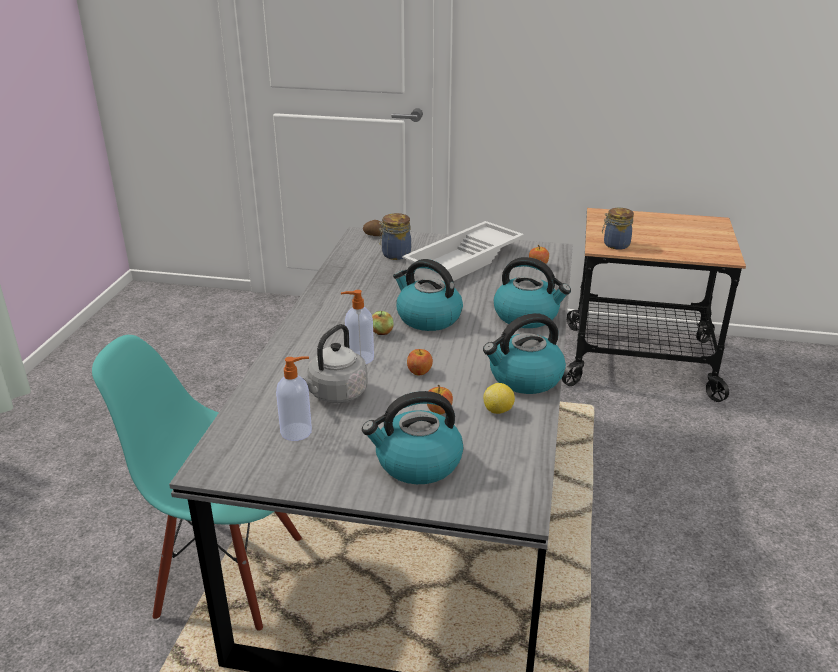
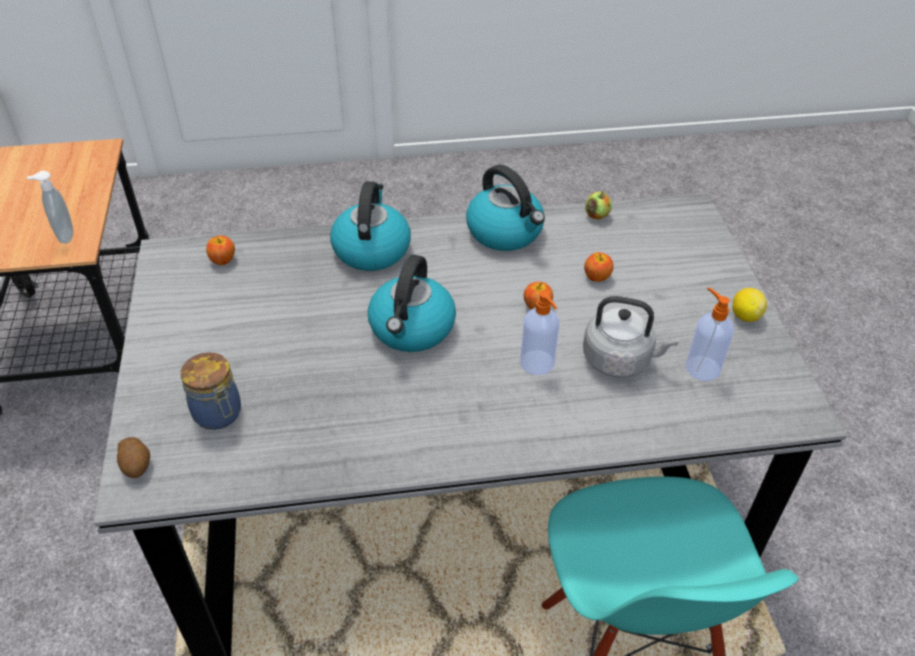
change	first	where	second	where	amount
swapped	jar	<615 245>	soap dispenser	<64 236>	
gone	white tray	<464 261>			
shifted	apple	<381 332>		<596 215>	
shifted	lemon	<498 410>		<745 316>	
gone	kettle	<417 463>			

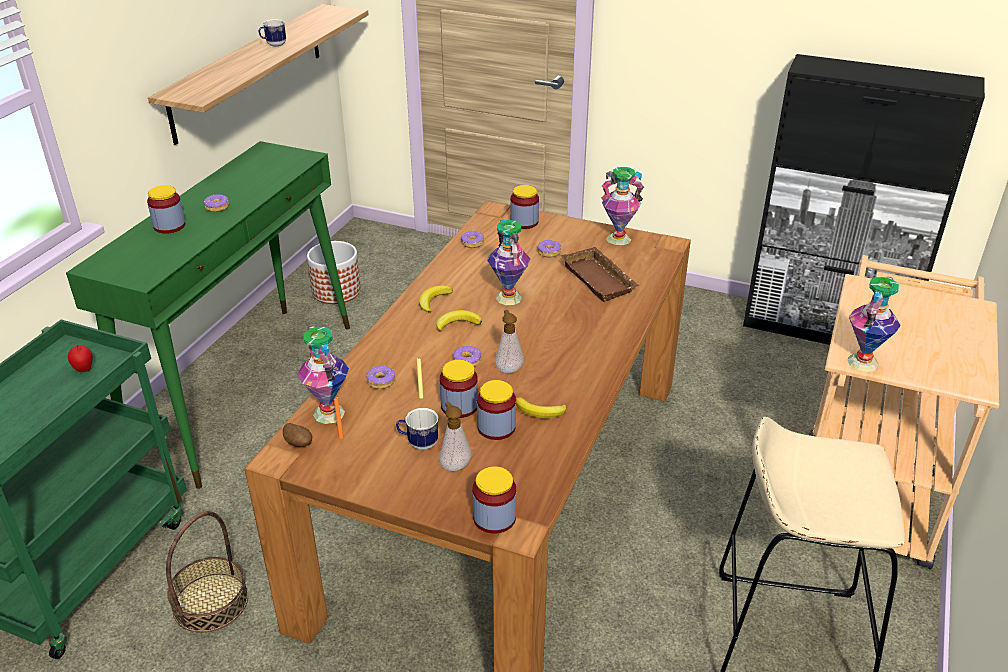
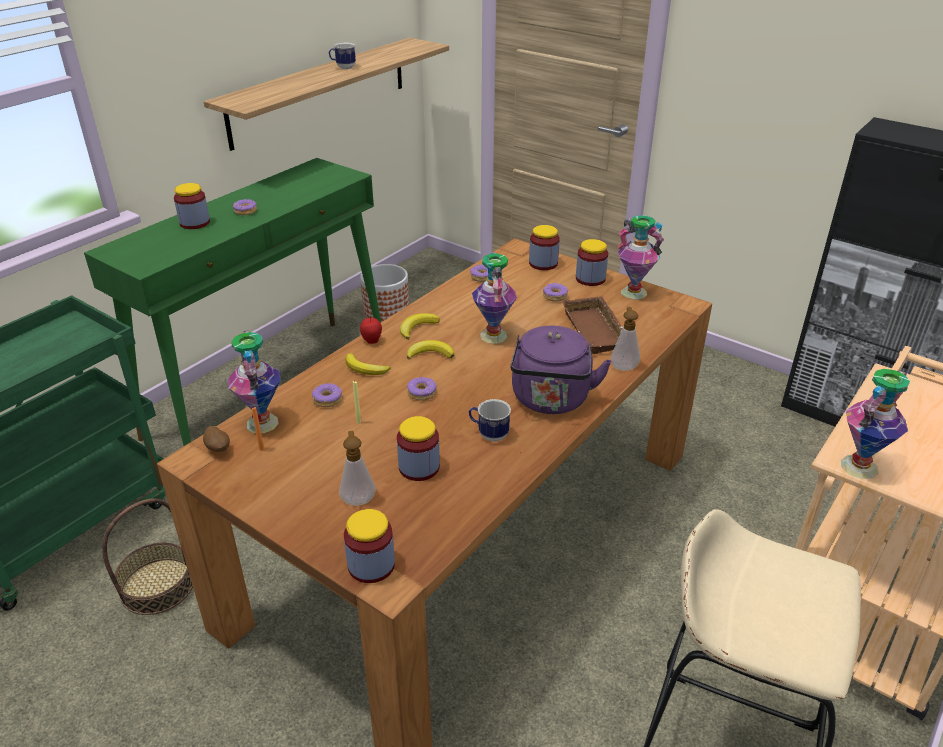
change	first	where	second	where	amount
shifted	soap dispenser	<508 368>		<623 366>	
shifted	apple	<84 369>		<372 341>	
shifted	jar	<459 406>		<590 279>	
shifted	banana	<540 411>		<365 369>	
shifted	mug	<418 443>		<489 434>	
new			purple kettle	<551 400>	

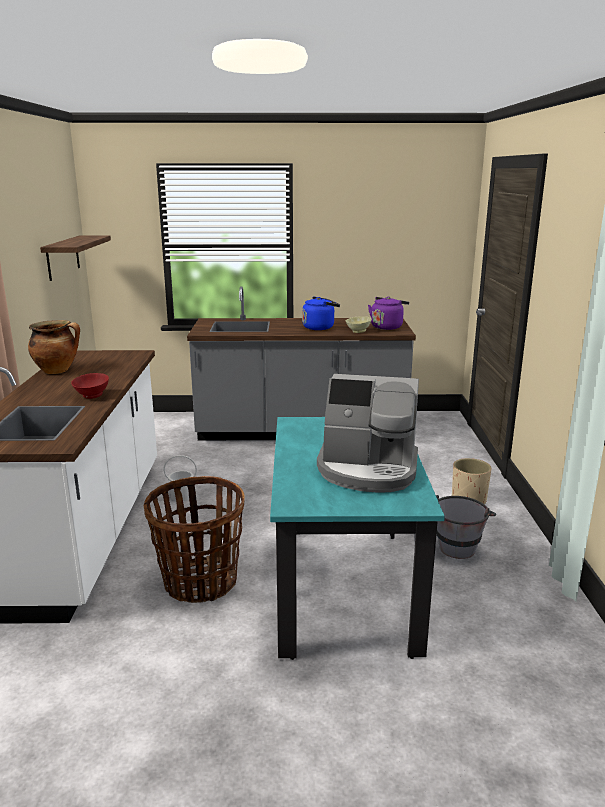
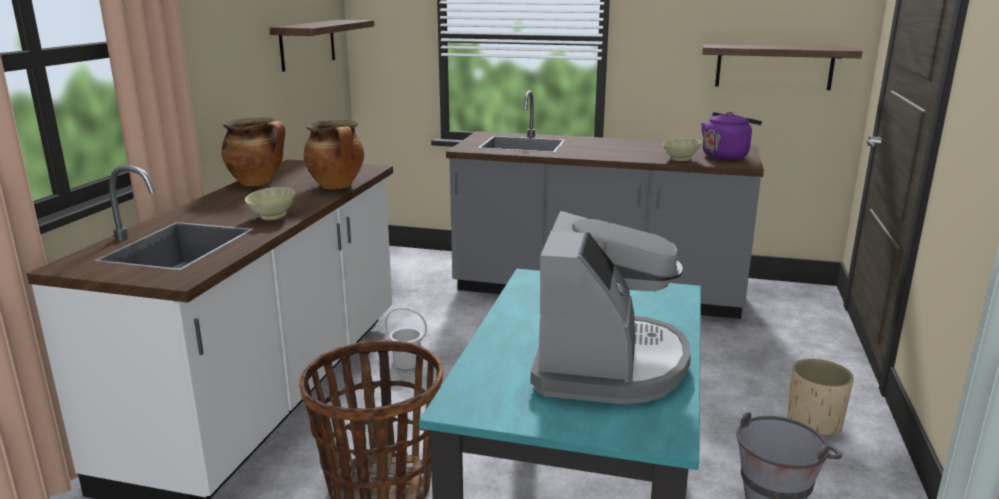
change	first	where	second	where	amount
gone	blue kettle	<320 327>			
repainted	red bowl	<91 396>	beige bowl	<271 217>	
rotated	coffee machine	<368 470>		<608 364>	105 degrees counterclockwise
new			shelf	<774 67>	
new			cooking pot	<337 186>	

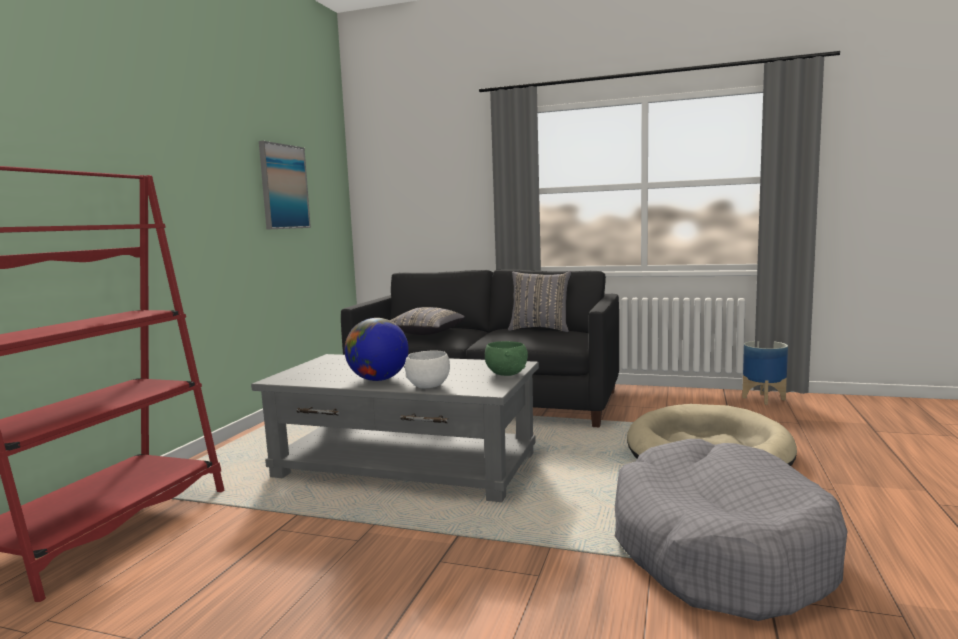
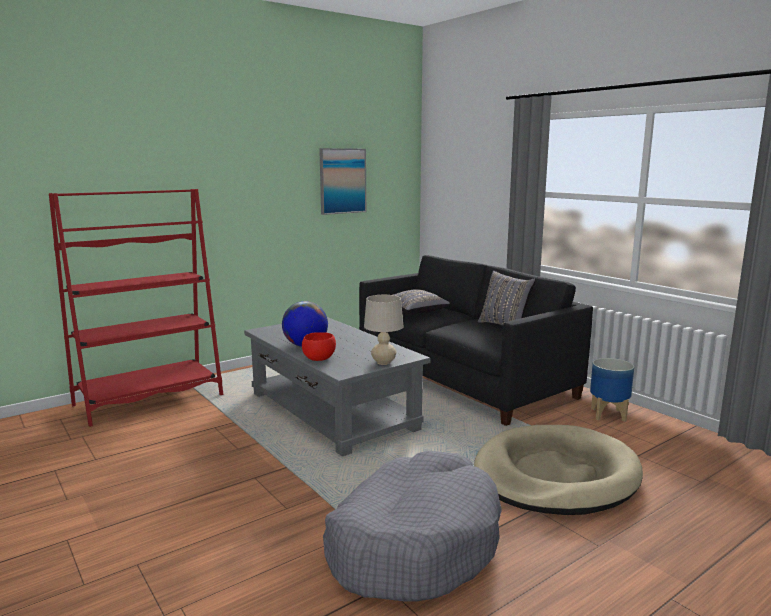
change	first	where	second	where	amount
swapped	green bowl	<506 374>	beige table lamp	<383 362>	
shifted	planter	<764 398>		<609 415>	
repainted	white bowl	<428 386>	red bowl	<319 359>	

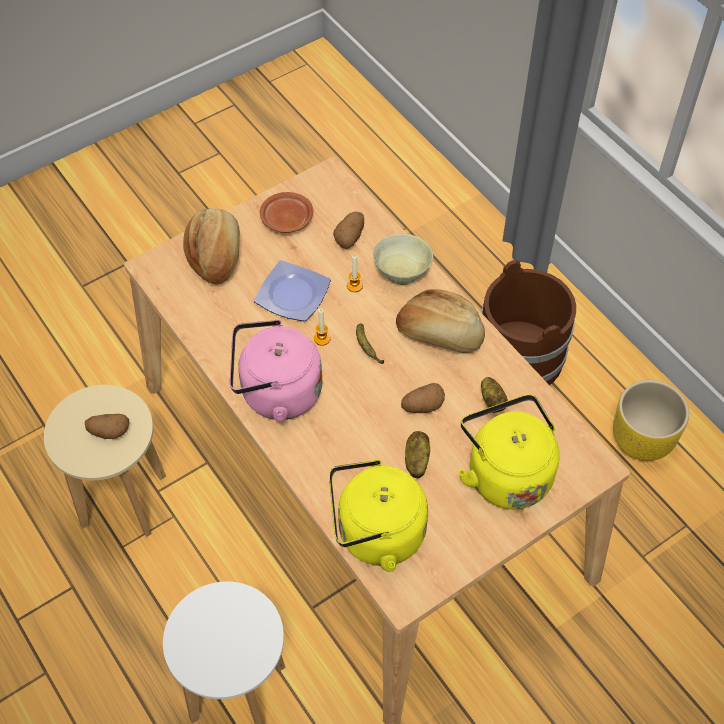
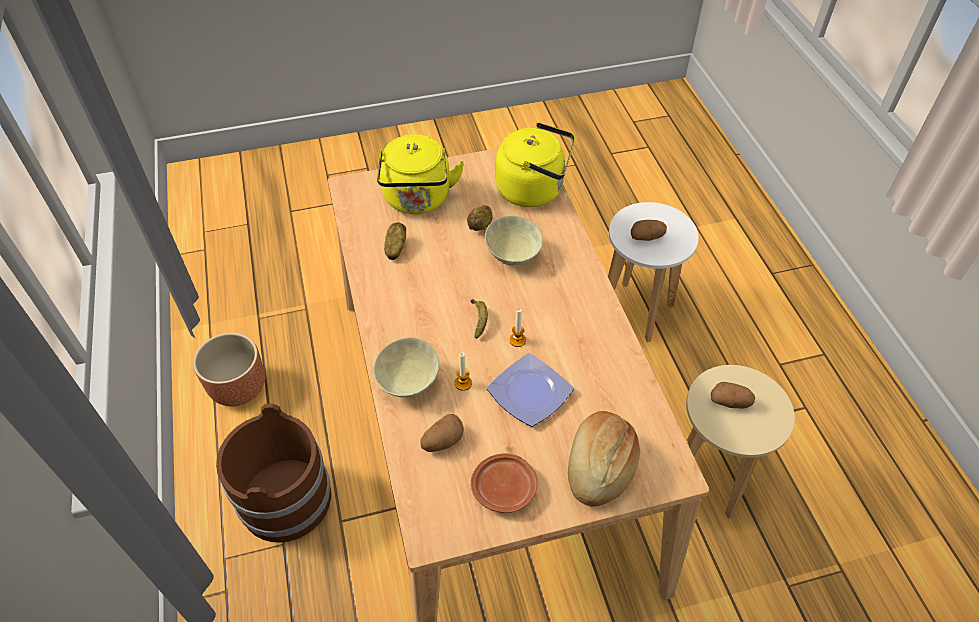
change	first	where	second	where	amount
gone	bread	<440 334>			
gone	pink kettle	<276 393>			
repainted	yellow planter	<642 440>	brown planter	<239 387>	
shifted	potato	<422 406>		<647 237>	
new			beige bowl	<512 257>	

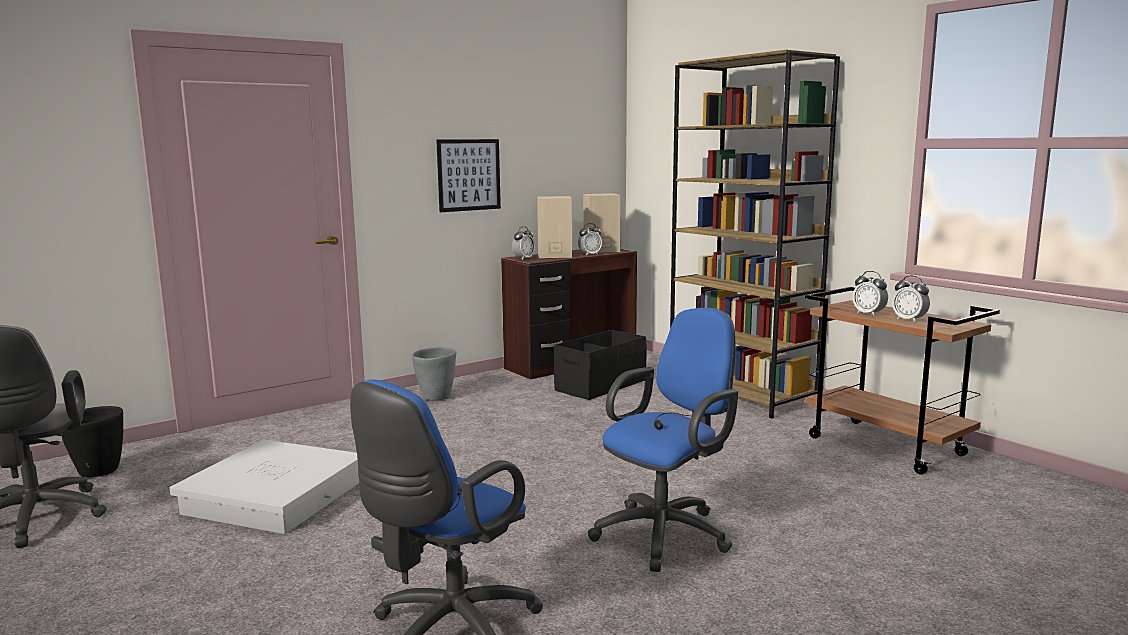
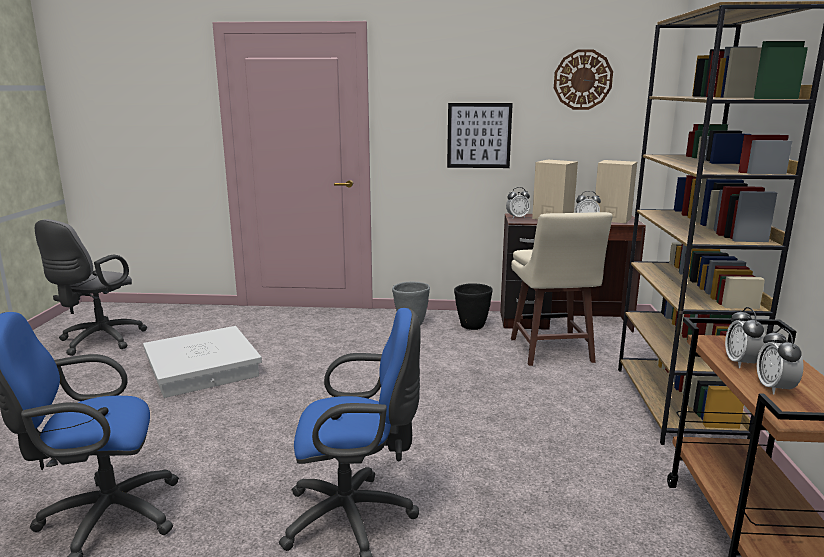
change	first	where	second	where	amount
swapped	black storage box	<600 385>	beige stool	<551 351>	
shifted	black planter	<98 472>		<471 326>	
new			wall clock	<582 80>	

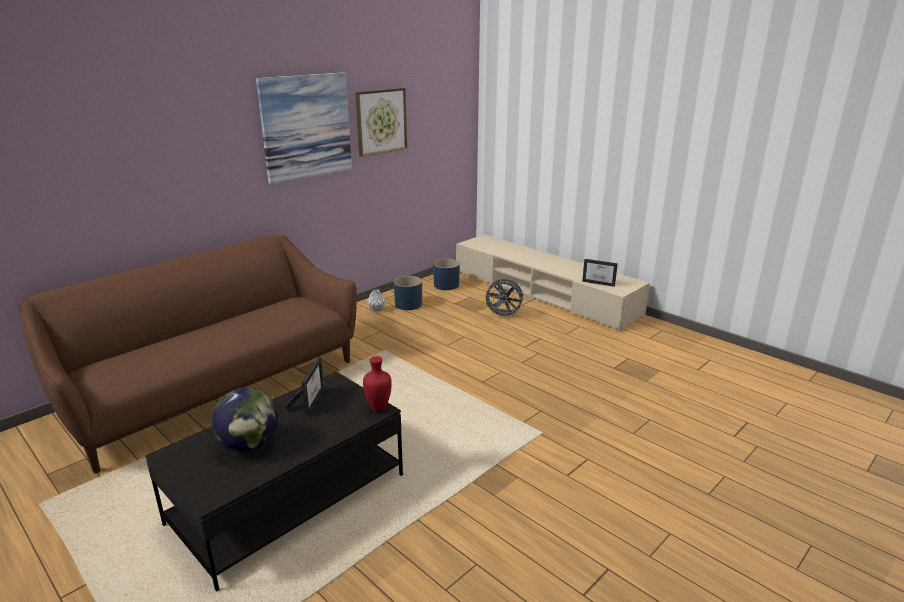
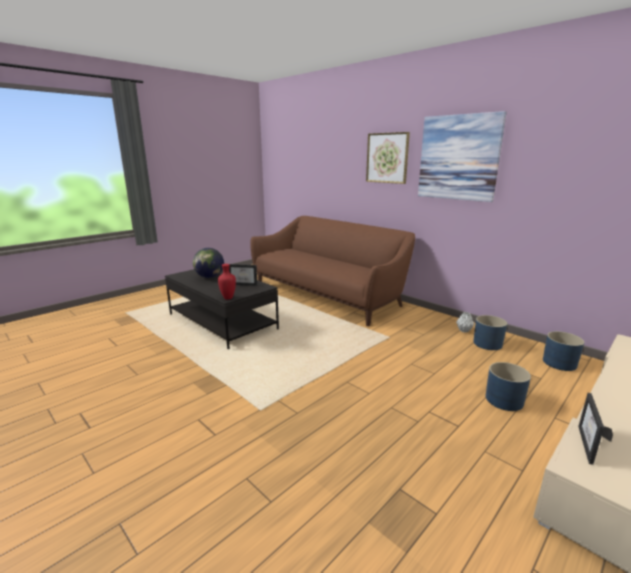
change	first	where	second	where	amount
shifted	picture	<381 121>		<387 158>	
swapped	grey fan	<503 316>	blue planter	<504 400>	

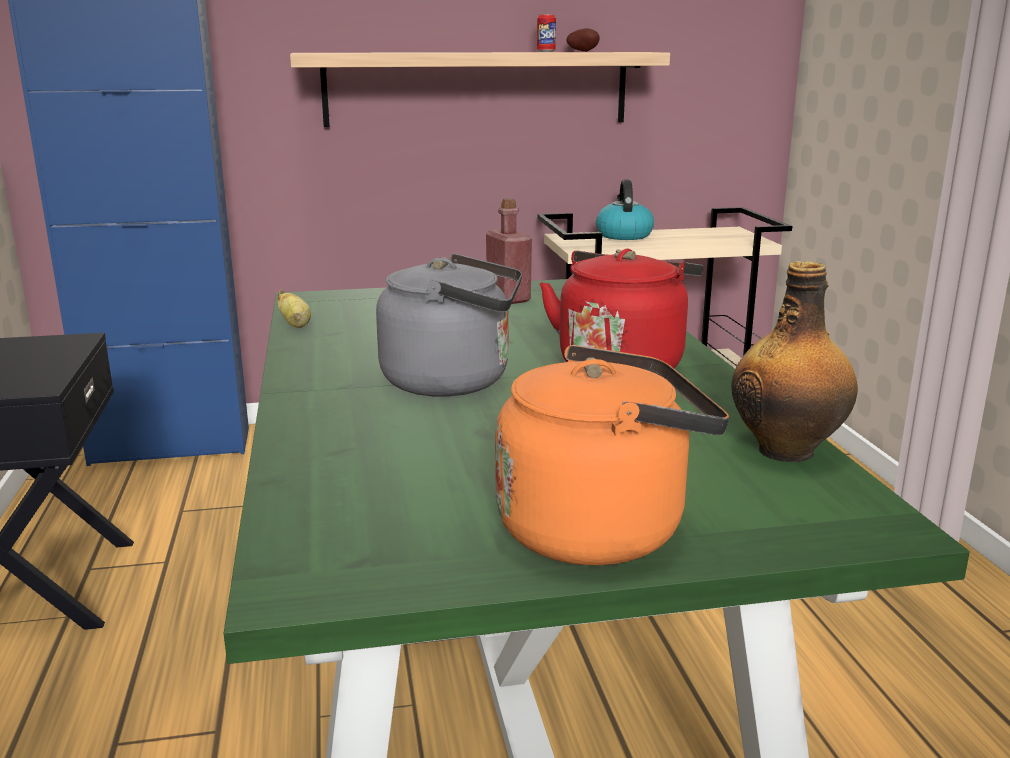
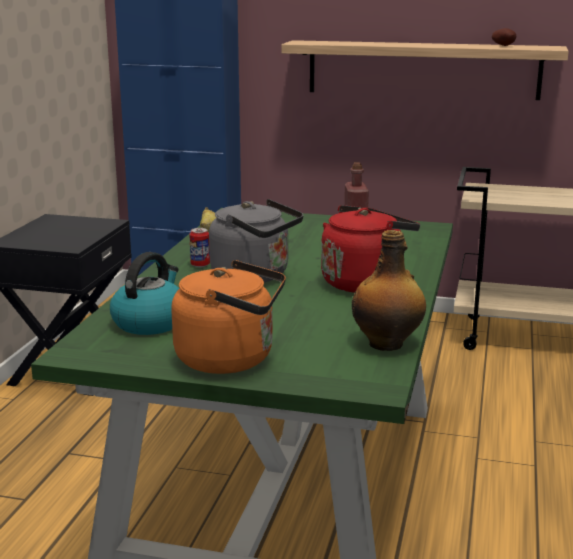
change	first	where	second	where	amount
shifted	can	<546 51>		<200 265>	
shifted	kettle	<623 235>		<150 322>	

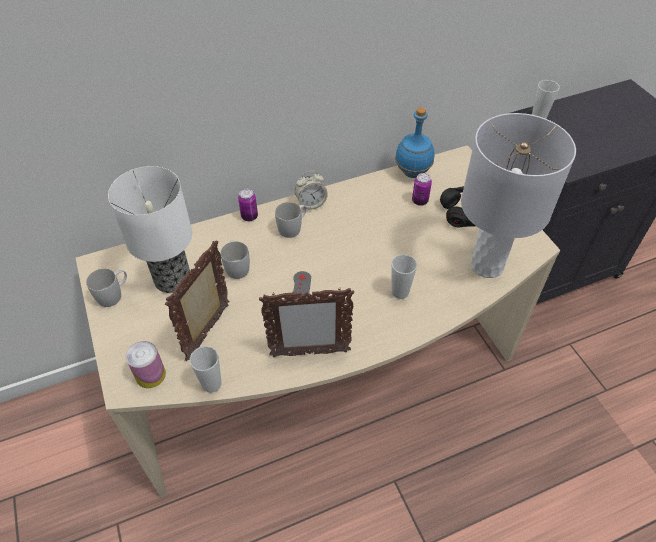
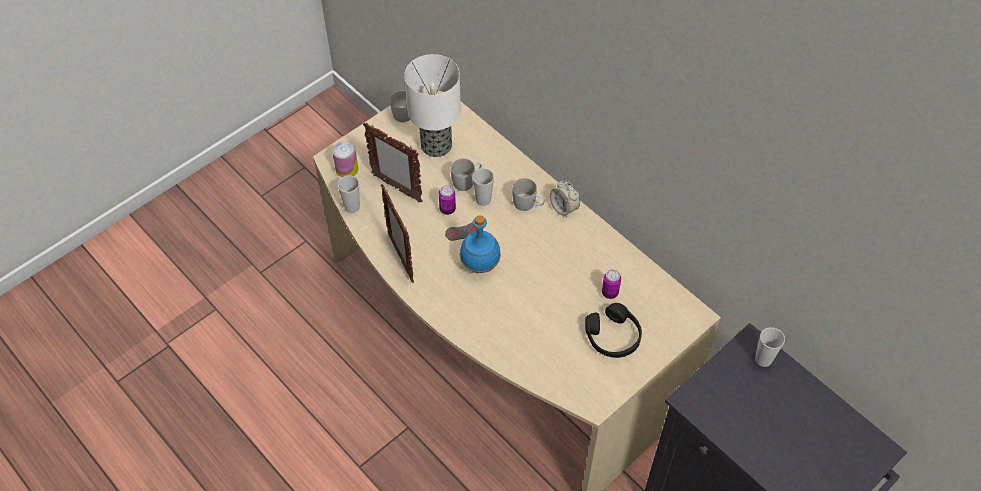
change	first	where	second	where	amount
shifted	blue bottle	<413 173>		<480 266>	
gone	grey table lamp	<486 265>			
shifted	can	<249 216>		<447 209>	
rotated	picture frame	<209 331>		<396 188>	150 degrees counterclockwise
shifted	cup	<400 292>		<483 200>	

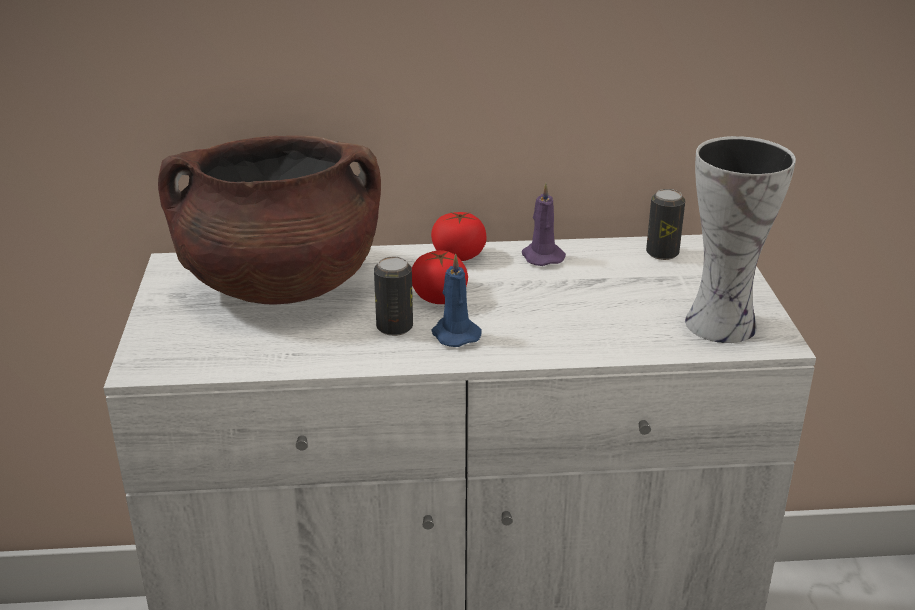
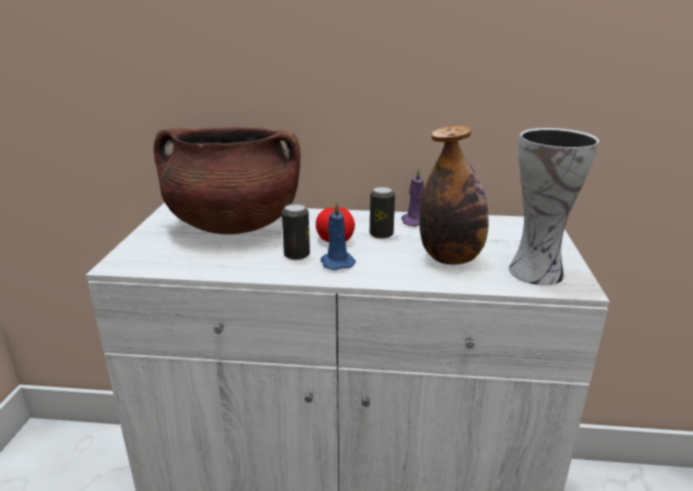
change	first	where	second	where	amount
shifted	can	<662 253>		<381 234>	
gone	tomato	<458 256>			
new			bottle	<451 258>	

